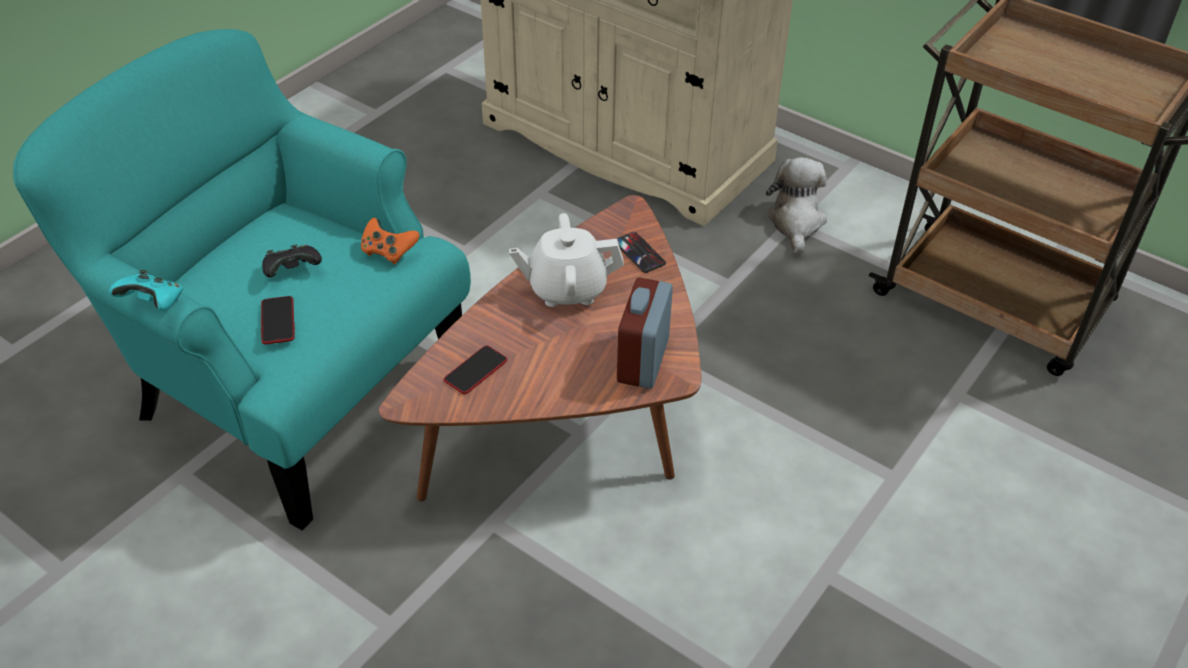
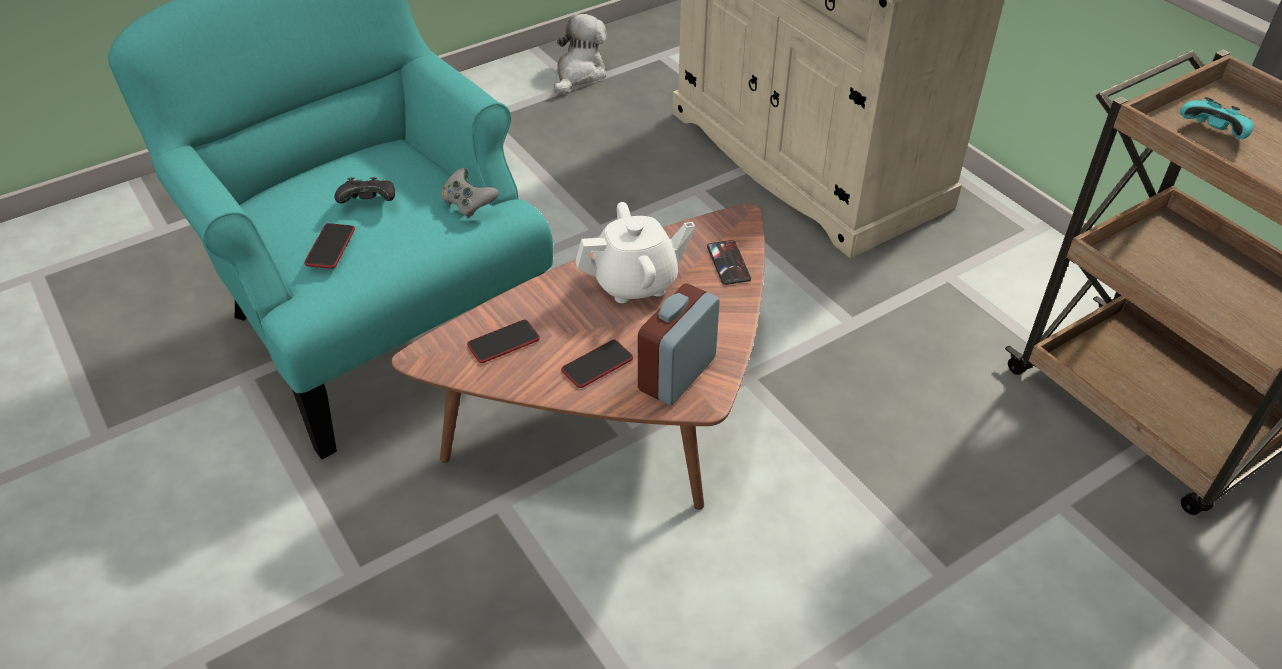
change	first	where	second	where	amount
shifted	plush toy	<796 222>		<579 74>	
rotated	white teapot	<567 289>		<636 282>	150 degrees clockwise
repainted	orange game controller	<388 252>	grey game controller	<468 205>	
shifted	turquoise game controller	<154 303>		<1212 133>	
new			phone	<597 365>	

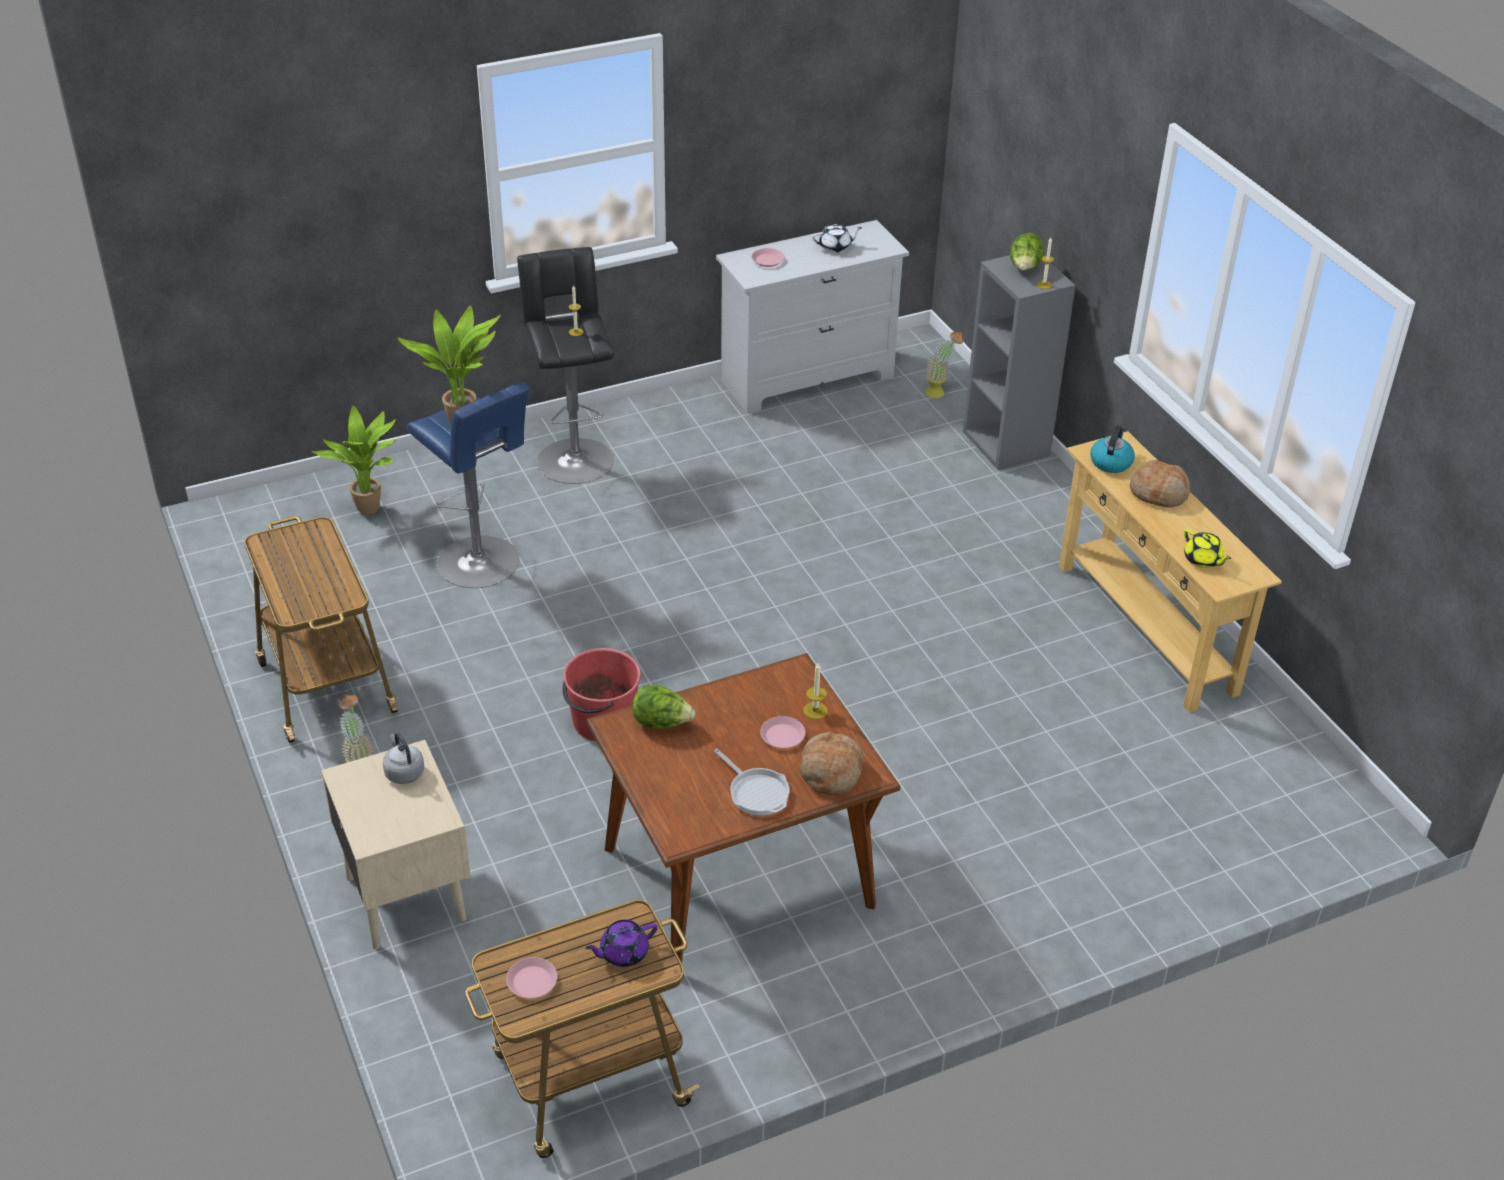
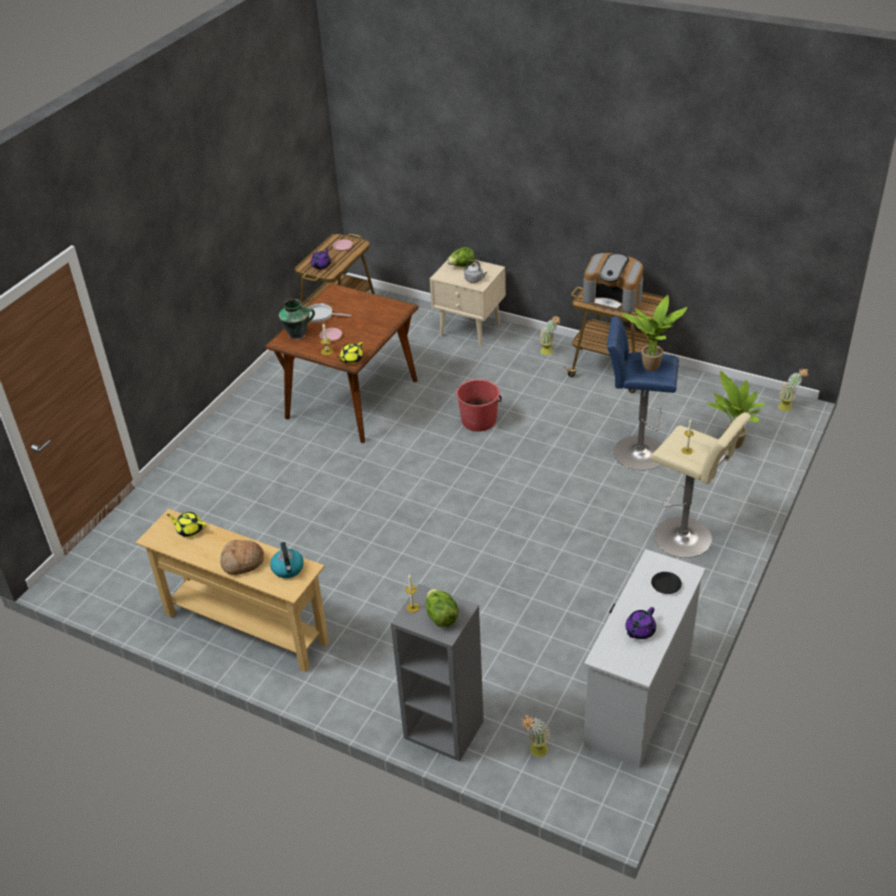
change	first	where	second	where	amount
repainted	white teapot	<835 247>	purple teapot	<639 631>	
repainted	black stool	<574 457>	beige stool	<687 538>	
repainted	pink plate	<768 260>	black plate	<666 585>	
shifted	lettuce	<661 723>		<461 266>	
swapped	bread	<830 772>	vase	<298 335>	
new			coffee machine	<613 298>	
new			yellow teapot	<351 359>	
new			potted plant	<788 407>	

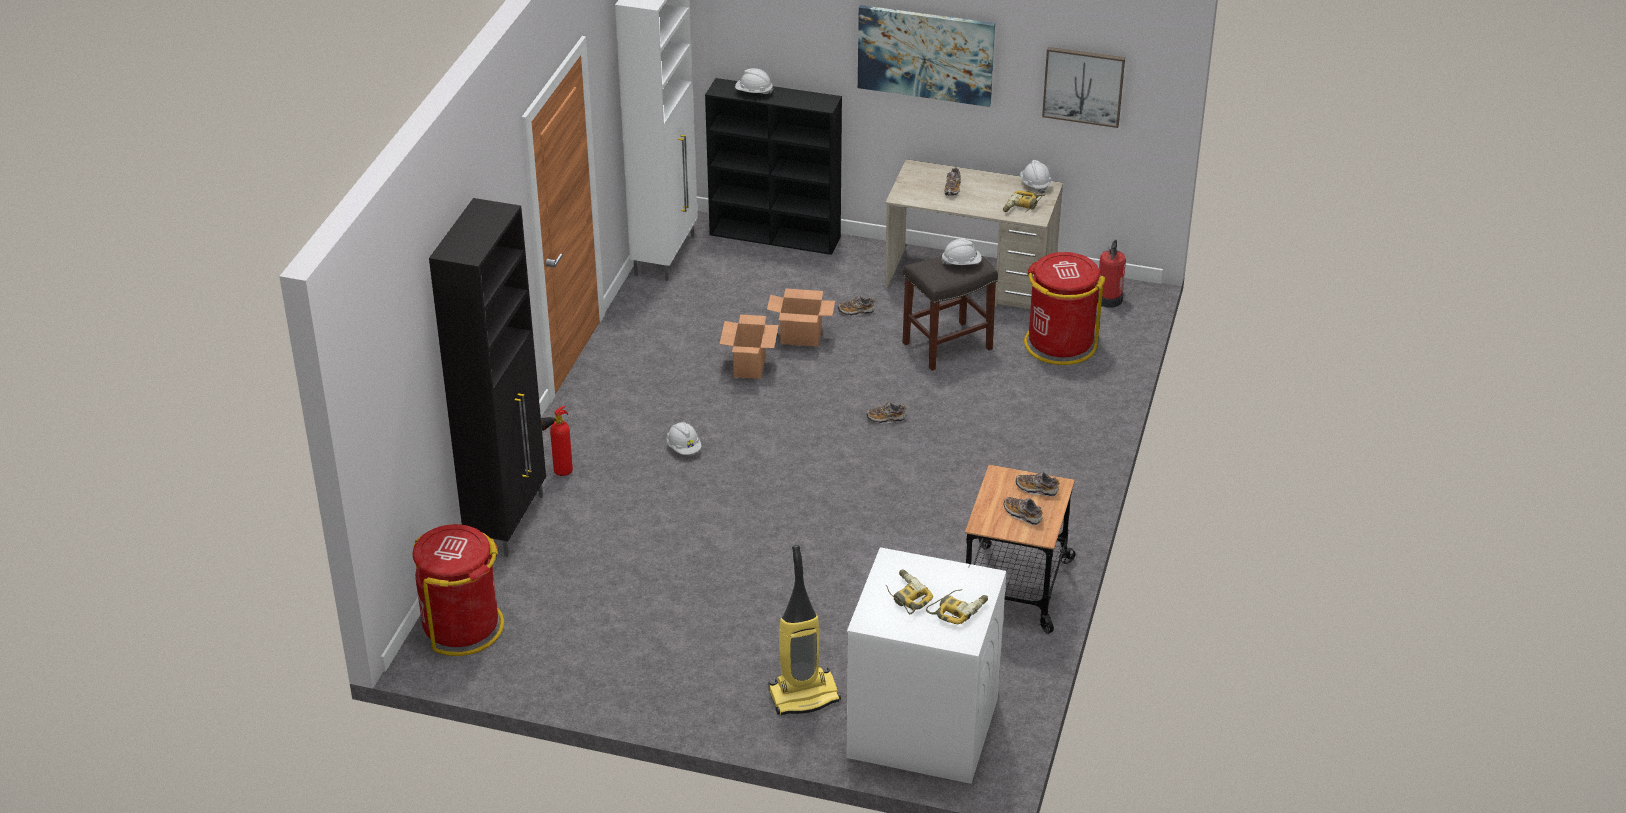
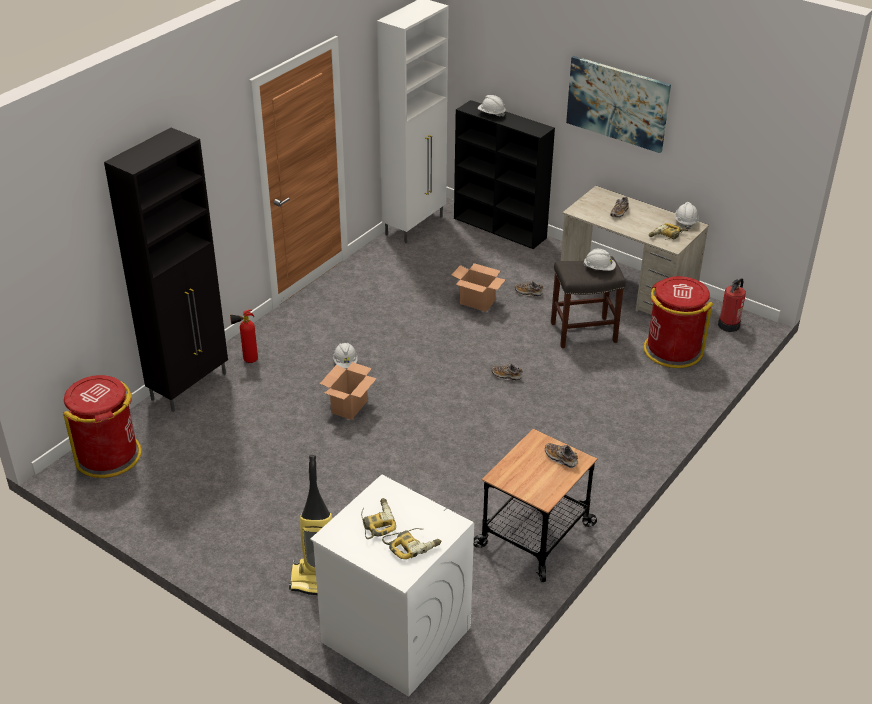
change	first	where	second	where	amount
gone	picture	<1083 86>			
shifted	cardboard box	<749 366>		<349 406>	
gone	shoe	<1022 515>			

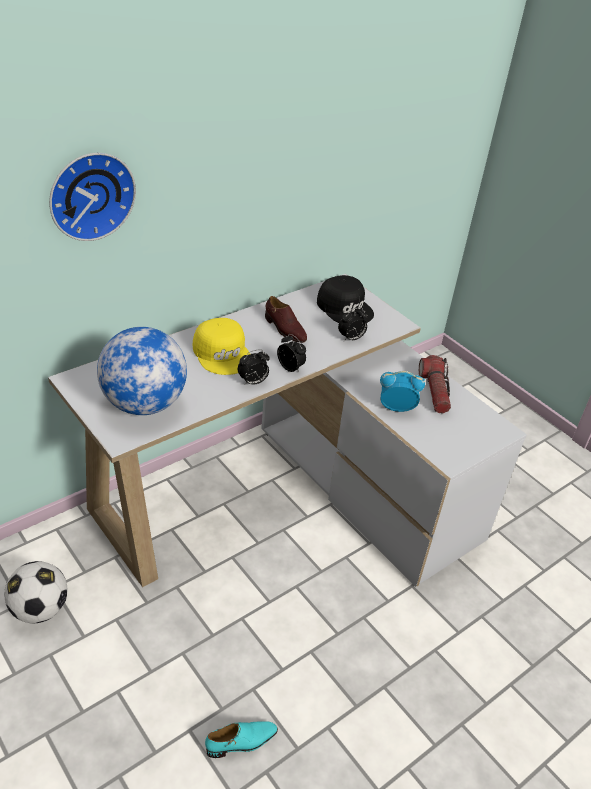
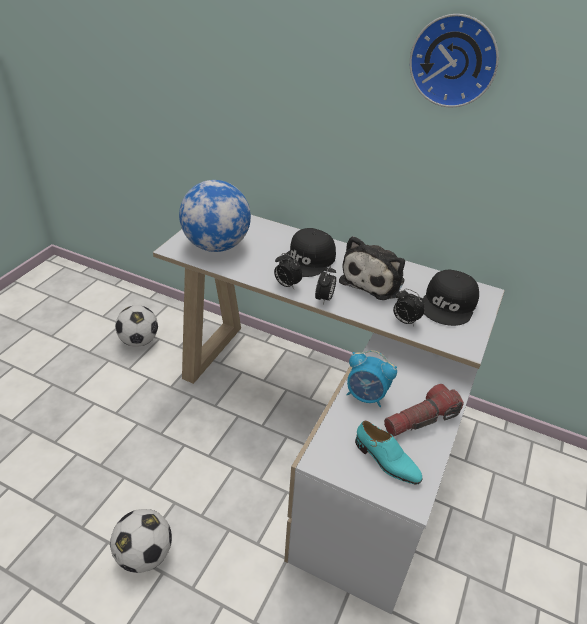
change	first	where	second	where	amount
shifted	wall clock	<90 194>		<454 60>	
swapped	brown shoe	<284 329>	plush toy	<374 280>	
repainted	yellow cap	<223 353>	black cap	<308 260>	
rotated	alarm clock	<396 407>		<366 396>	135 degrees clockwise
shifted	turquoise shoe	<241 742>		<386 461>	
new			football	<145 554>	

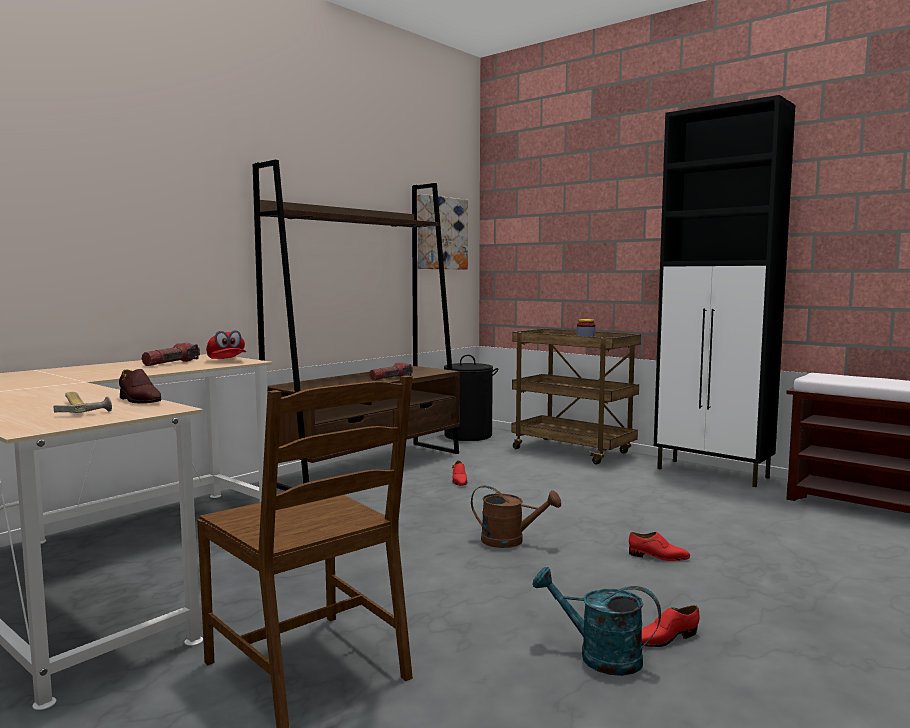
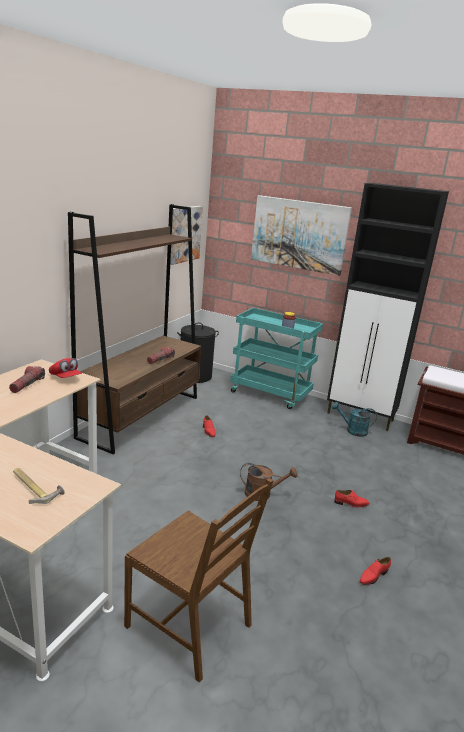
change	first	where	second	where	amount
repainted	brown cart	<574 451>	turquoise cart	<271 394>	
gone	brown shoe	<139 400>			
shifted	turquoise watering can	<599 656>		<352 431>	
new			picture	<299 234>	

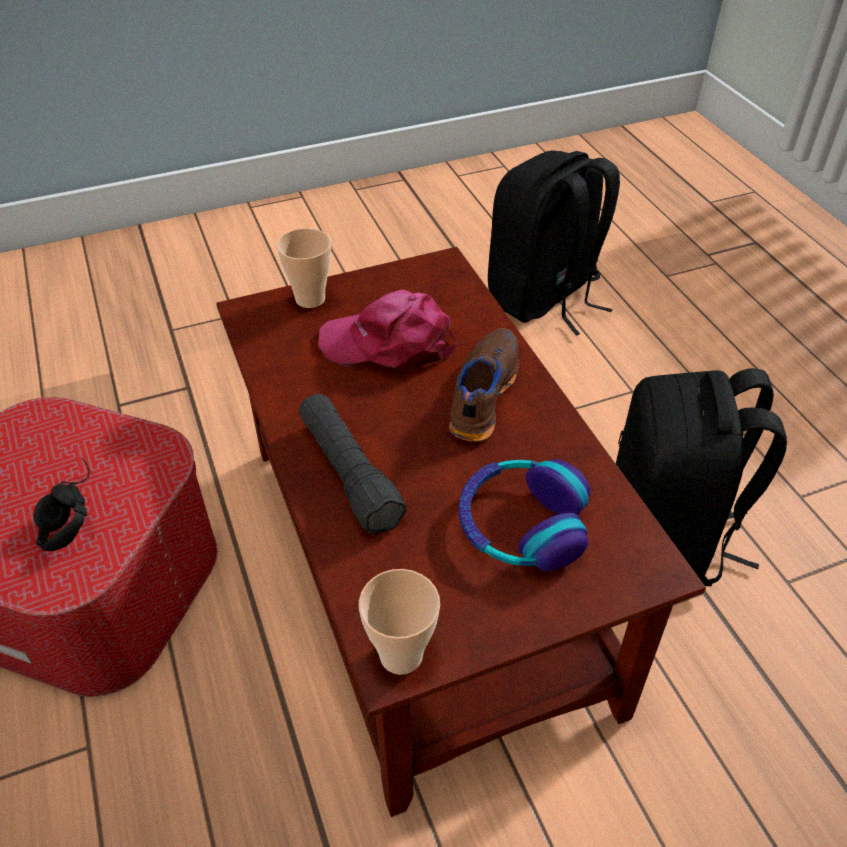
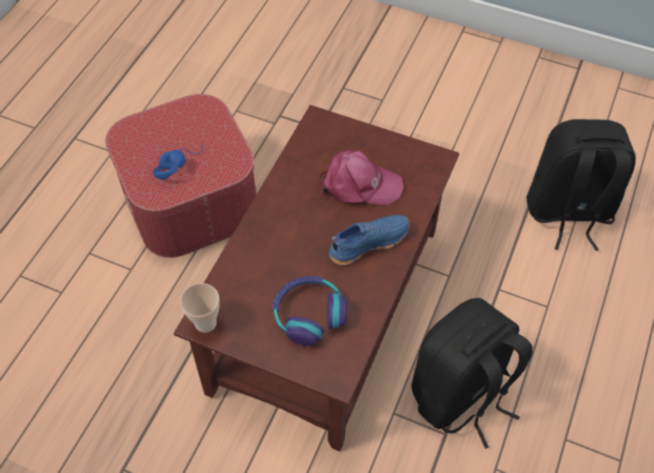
change	first	where	second	where	amount
gone	cup	<310 299>			
rotated	pink cap	<390 343>		<359 185>	135 degrees clockwise
repainted	brown shoe	<481 394>	blue shoe	<367 242>	
gone	black flashlight	<349 474>			
repainted	black headphones	<66 512>	blue headphones	<177 163>	

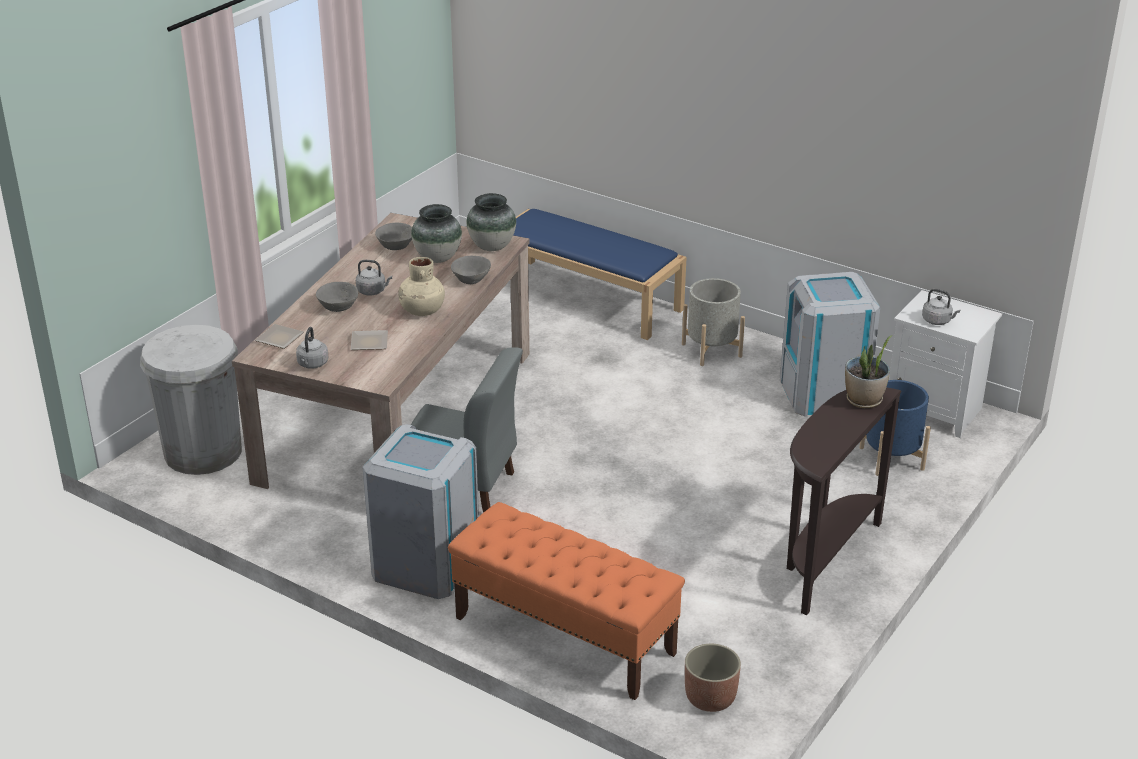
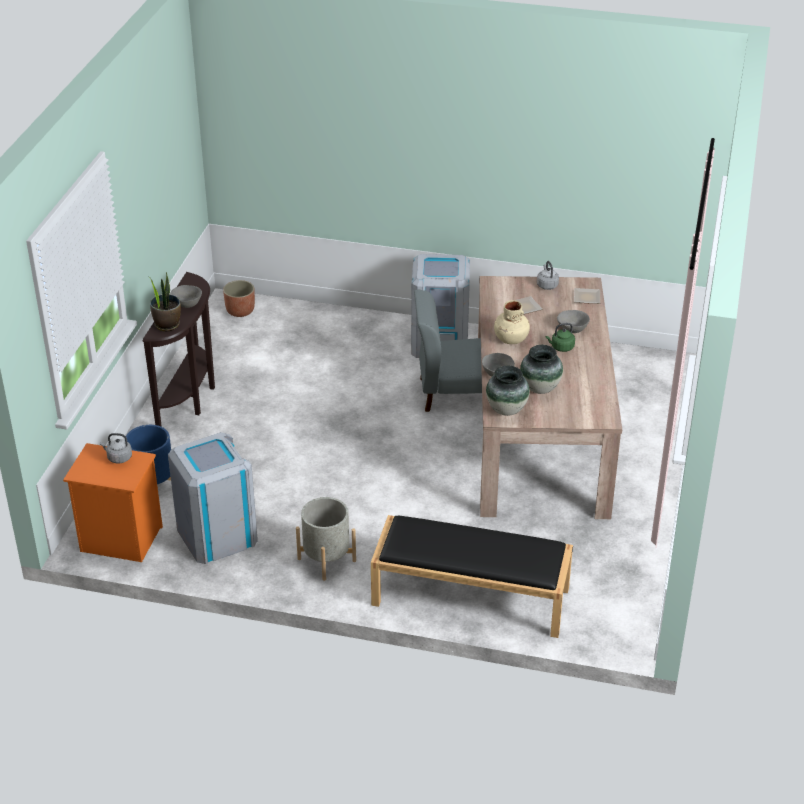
change	first	where	second	where	amount
repainted	blue bench	<587 298>	black bench	<469 597>	
shifted	grey bowl	<395 246>		<187 304>	
repainted	grey kettle	<373 291>	green kettle	<561 347>	
repainted	white nightstand	<936 410>	orange nightstand	<119 539>	
gone	white trash can	<203 452>			
gone	orange bench	<564 635>			

